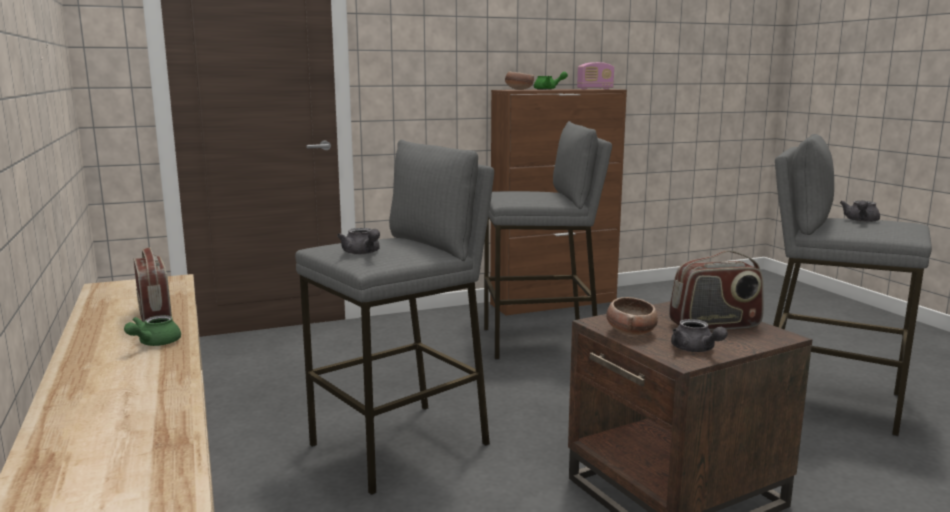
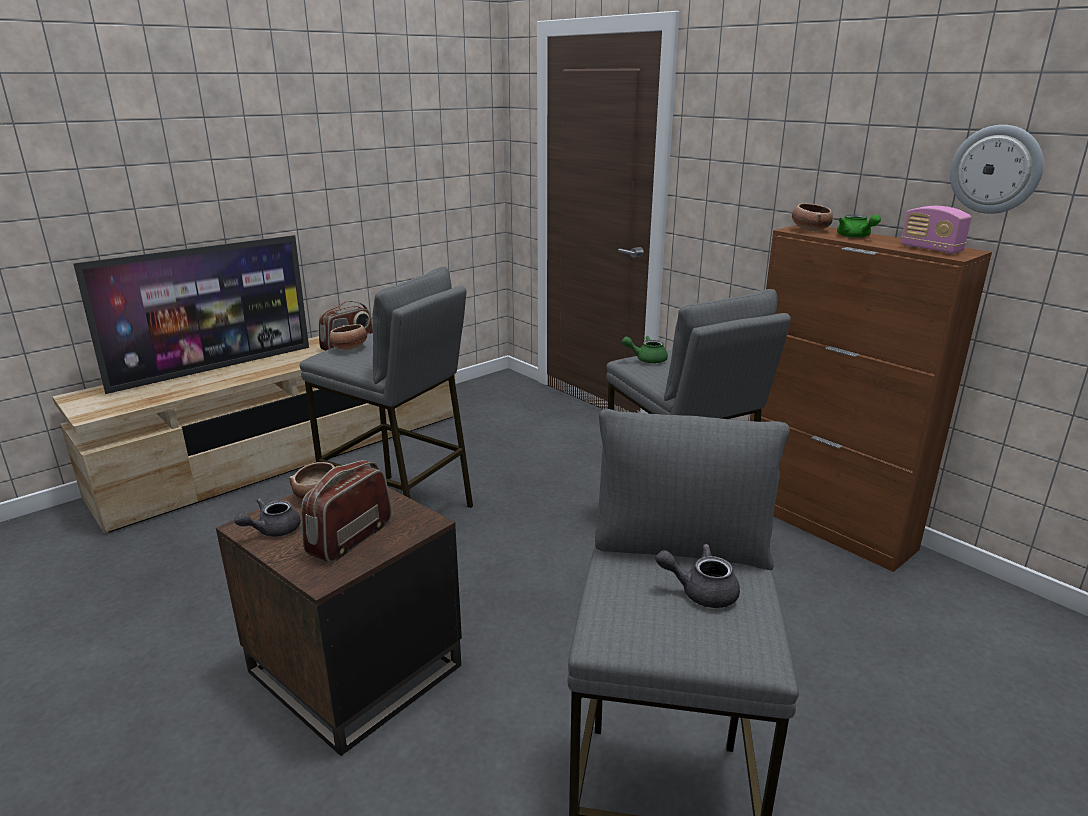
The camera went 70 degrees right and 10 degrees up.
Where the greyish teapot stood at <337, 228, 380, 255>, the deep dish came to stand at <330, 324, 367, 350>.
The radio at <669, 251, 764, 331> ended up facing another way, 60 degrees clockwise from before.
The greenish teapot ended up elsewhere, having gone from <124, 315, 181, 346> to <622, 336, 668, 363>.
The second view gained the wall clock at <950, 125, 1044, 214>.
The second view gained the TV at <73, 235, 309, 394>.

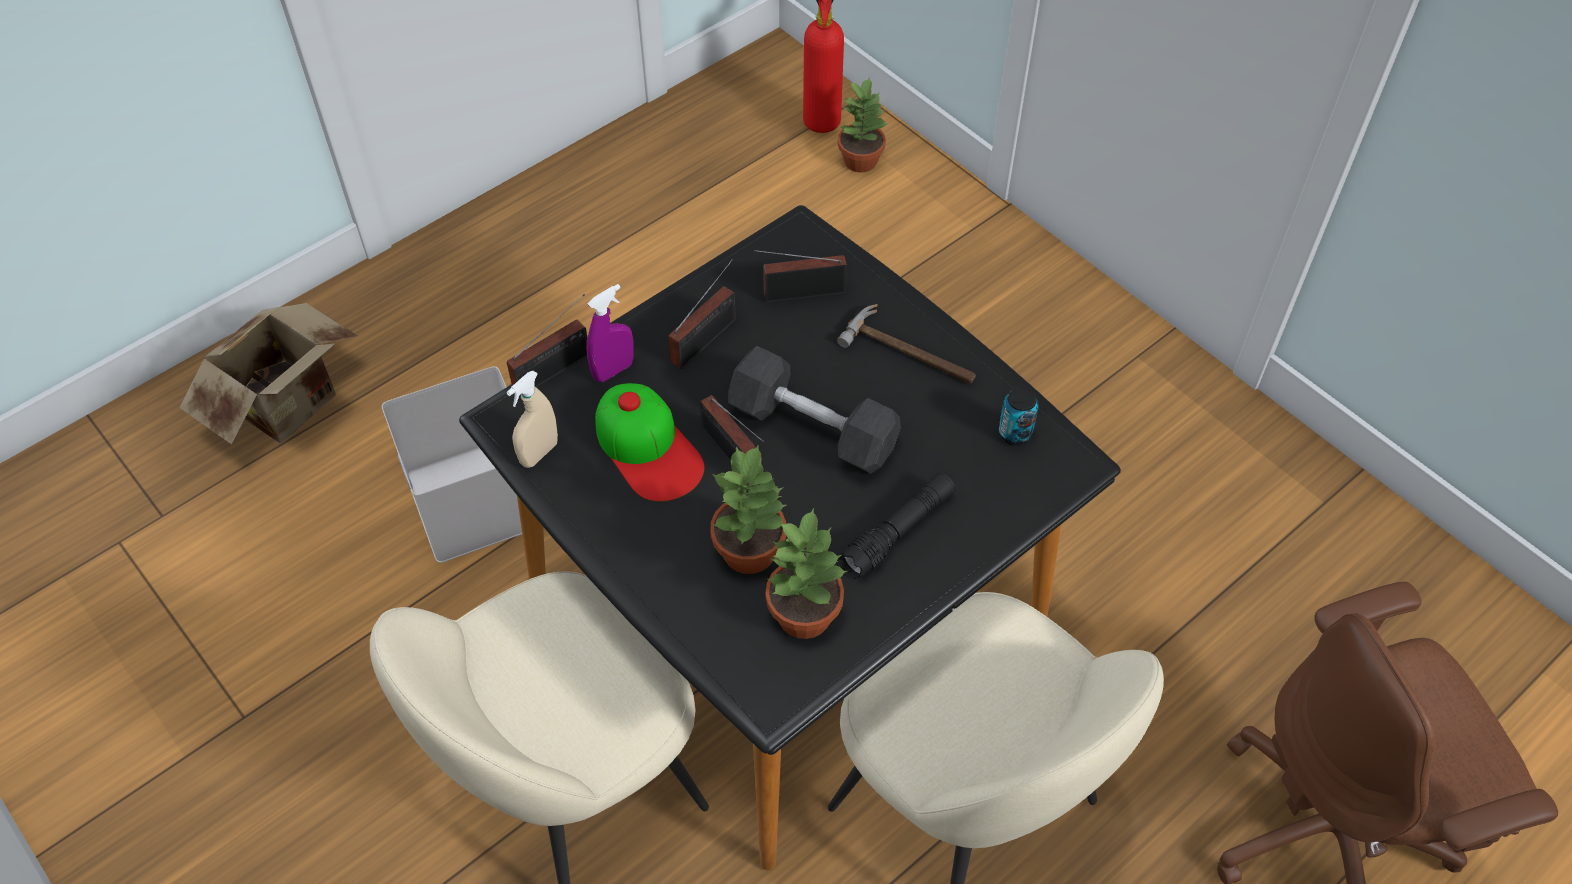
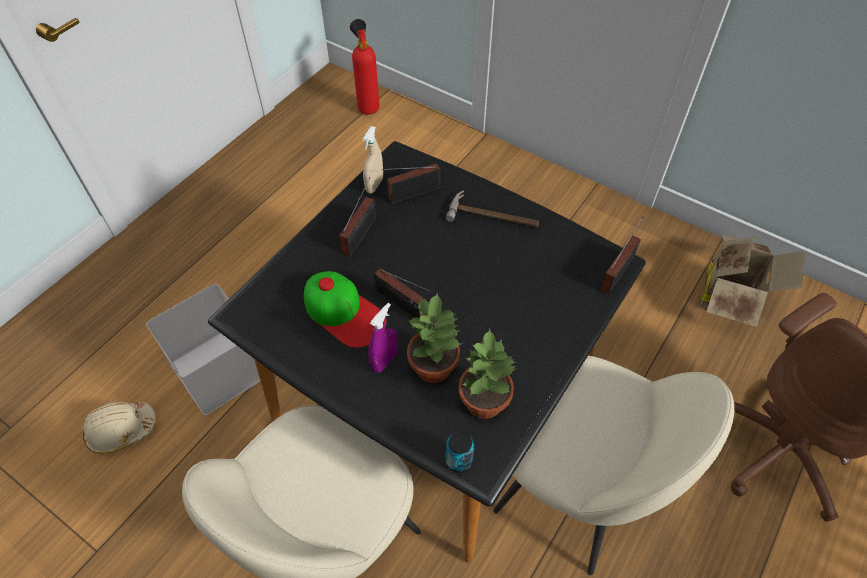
The camera went 15 degrees left and 0 degrees up.
The second view lost the plant in a pot at <838, 77, 889, 173>.
The purple-coloured sprayer ended up elsewhere, having gone from <586, 284, 634, 382> to <368, 303, 398, 373>.
The radio ended up elsewhere, having gone from <507, 294, 587, 396> to <600, 216, 644, 294>.
The cardboard box ended up elsewhere, having gone from <179, 303, 357, 444> to <700, 234, 806, 327>.
The second view lost the greyish free weight at <728, 346, 901, 474>.
The beige sprayer ended up elsewhere, having gone from <506, 371, 558, 468> to <363, 126, 383, 193>.
The sealed can ended up elsewhere, having gone from <998, 387, 1039, 446> to <446, 431, 474, 473>.
The second view lost the black hand torch at <839, 473, 955, 579>.
The second view gained the beige work helmet at <83, 402, 156, 454>.

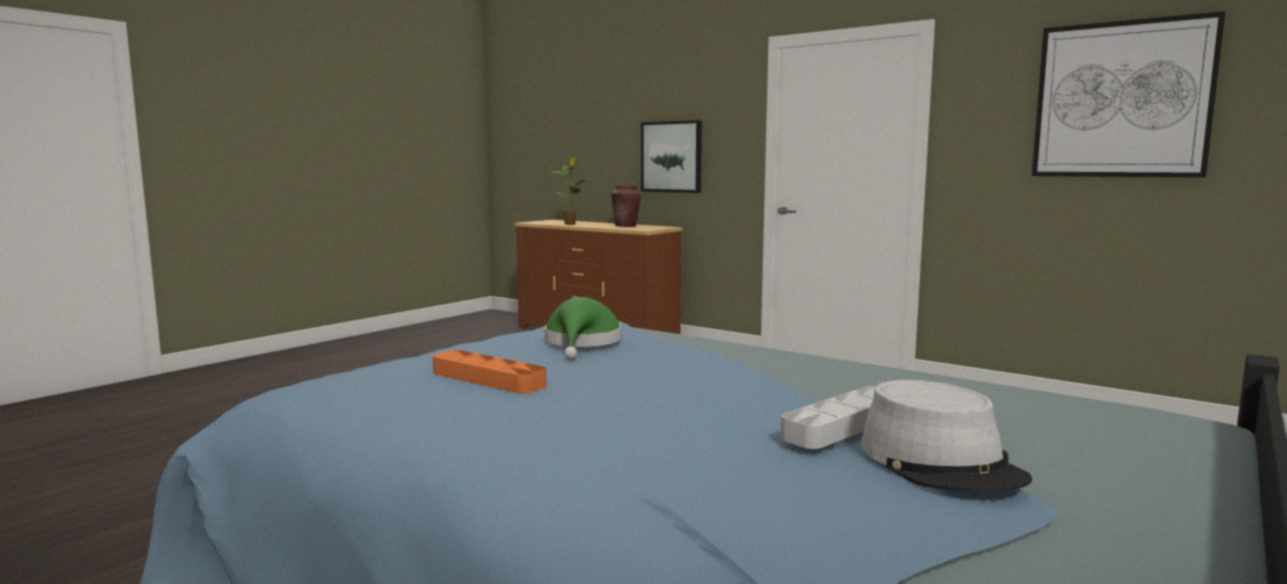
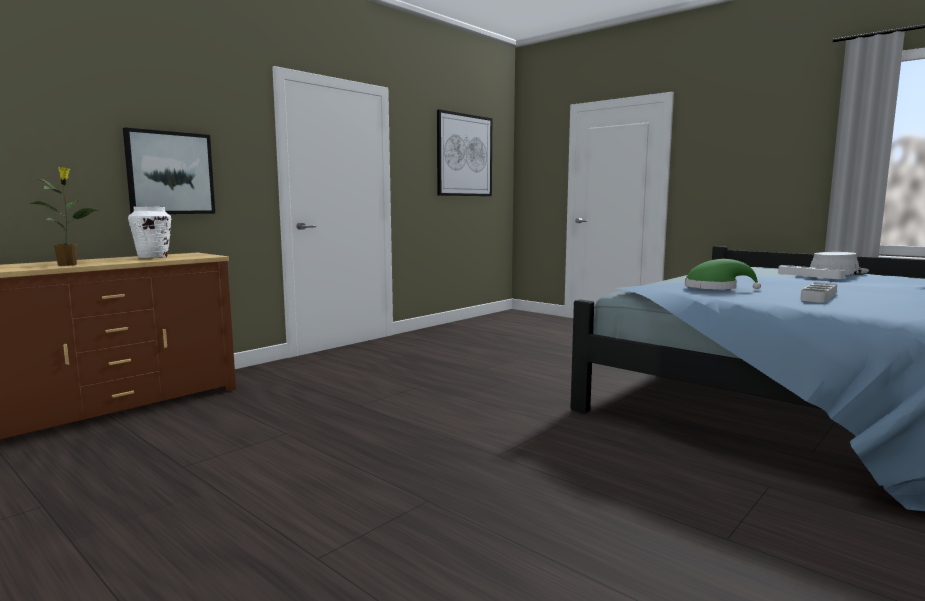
The camera went 85 degrees left and 0 degrees up.
What was the brownish flower vase at <611, 185, 641, 227> turned into the white flower vase at <128, 206, 171, 258>.
What was the orangey serving tray at <433, 350, 546, 394> turned into the greyish serving tray at <800, 282, 837, 303>.

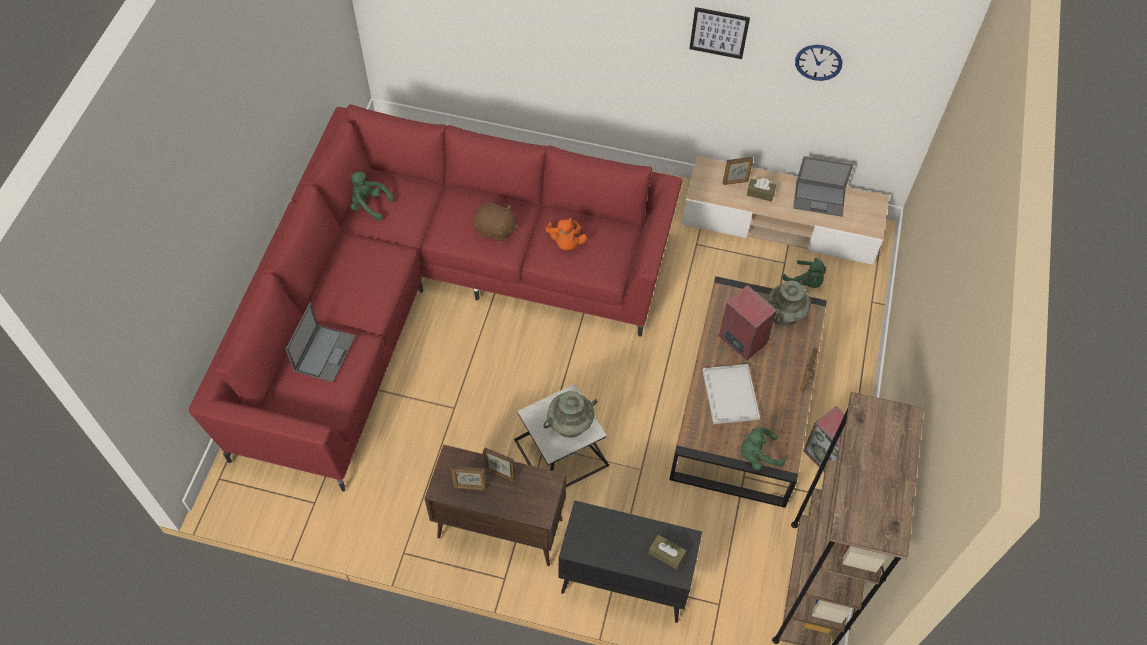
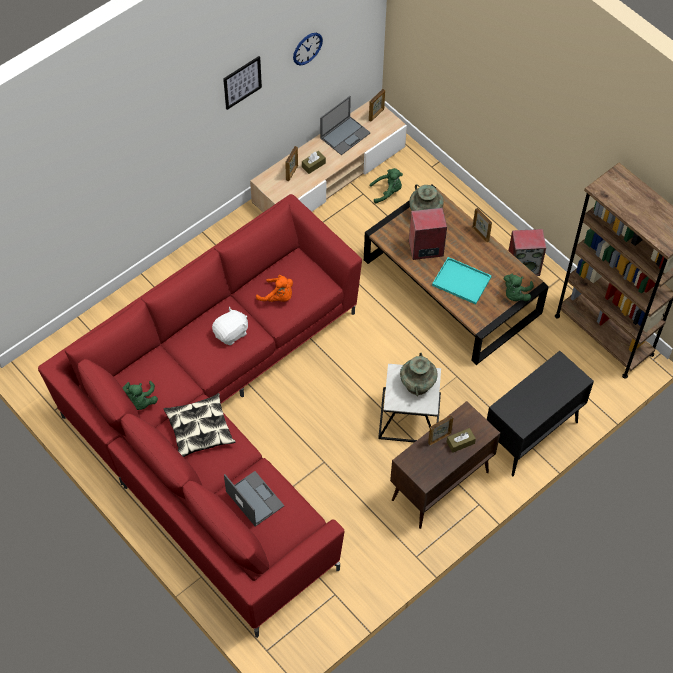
The camera went 55 degrees left and 0 degrees up.
The greenish plush toy at <350, 171, 394, 221> ended up facing another way, 60 degrees counterclockwise from before.
What was the brownish plush toy at <474, 202, 517, 242> turned into the white plush toy at <212, 307, 248, 345>.
What was the white serving tray at <702, 364, 760, 424> turned into the turquoise-coloured serving tray at <432, 257, 492, 304>.
The standing frame ended up elsewhere, having gone from <451, 466, 486, 491> to <369, 89, 385, 122>.
The brownish tissue holder ended up elsewhere, having gone from <649, 535, 687, 570> to <447, 428, 476, 453>.
The second view gained the throw pillow at <163, 393, 236, 457>.

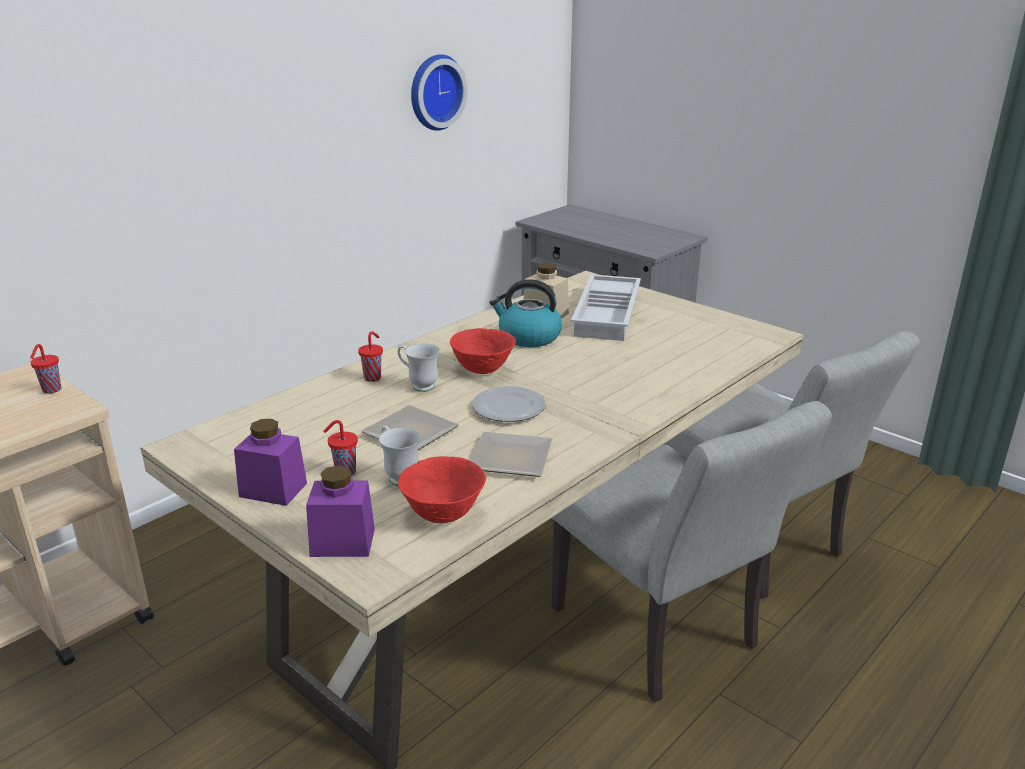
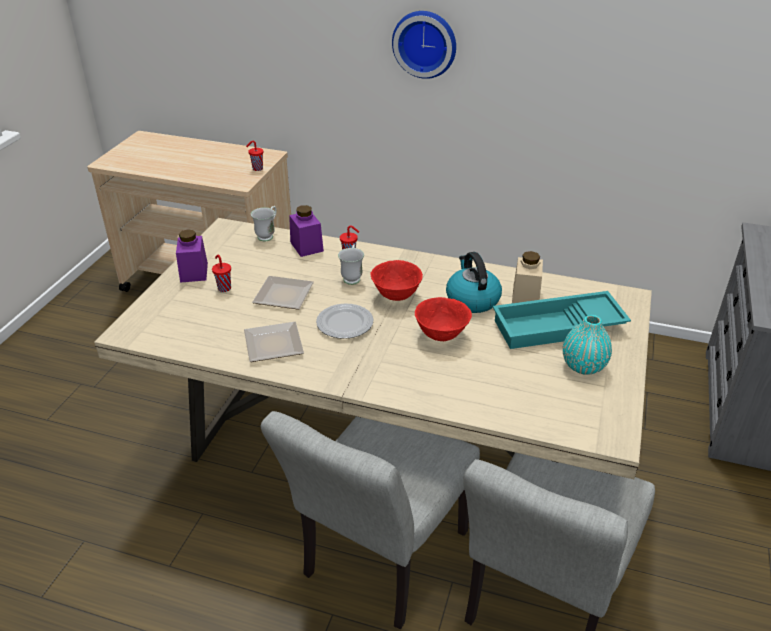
The camera went 65 degrees right and 10 degrees up.
The wall clock ended up elsewhere, having gone from <411, 54, 468, 131> to <392, 11, 456, 79>.
What was the white serving tray at <571, 274, 641, 341> turned into the turquoise-coloured serving tray at <493, 291, 631, 349>.
The white mug ended up elsewhere, having gone from <379, 425, 421, 486> to <251, 206, 277, 241>.
The red deep dish ended up elsewhere, having gone from <398, 456, 486, 523> to <415, 297, 472, 341>.
The purple-coloured jar ended up elsewhere, having gone from <306, 465, 375, 557> to <289, 205, 324, 257>.
The second view gained the turquoise-coloured flower vase at <563, 315, 612, 375>.

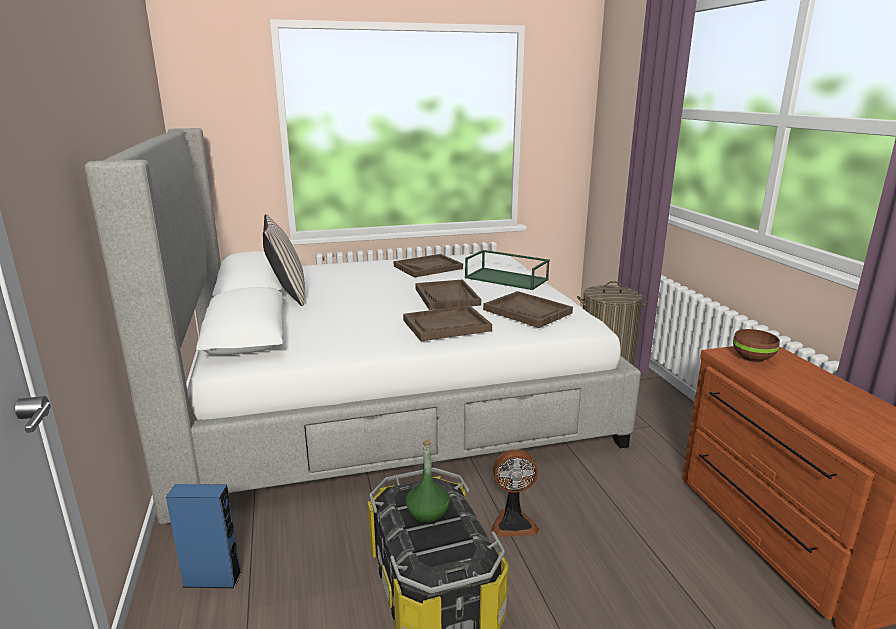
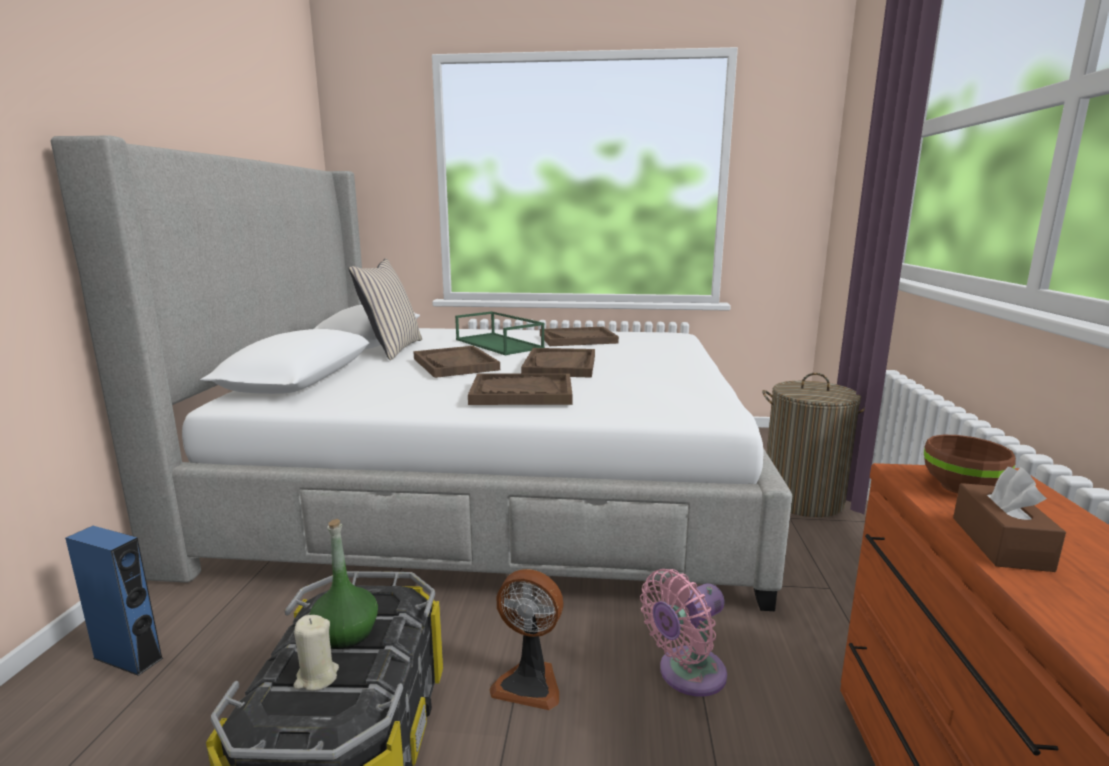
The camera went 20 degrees right and 5 degrees down.
The greenish serving tray ended up elsewhere, having gone from <465, 250, 550, 290> to <455, 311, 545, 355>.
The brownish serving tray ended up elsewhere, having gone from <483, 291, 573, 328> to <413, 346, 500, 378>.
The second view gained the brownish tissue holder at <953, 467, 1066, 572>.
The second view gained the pink-coloured fan at <640, 569, 727, 697>.
The second view gained the beige candle at <294, 615, 339, 691>.

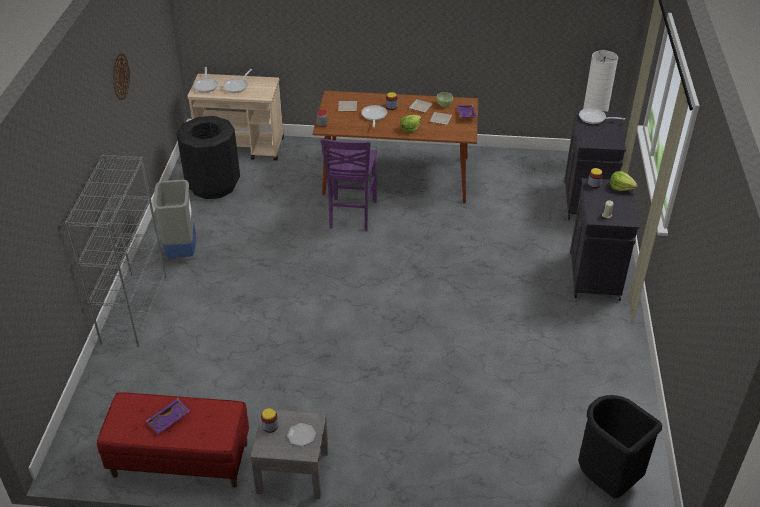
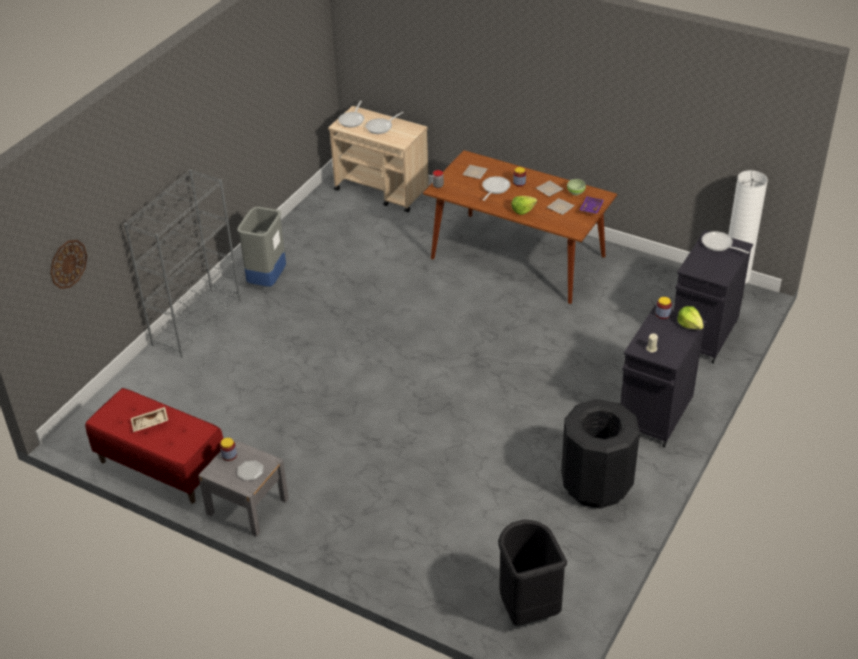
The camera went 25 degrees right and 0 degrees up.
The wall clock ended up elsewhere, having gone from <113, 54, 130, 100> to <50, 240, 87, 289>.
The black trash can ended up elsewhere, having gone from <177, 116, 240, 199> to <561, 399, 640, 509>.
The second view lost the purple-coloured chair at <320, 138, 377, 231>.
What was the purple-coloured serving tray at <146, 398, 190, 434> turned into the beige serving tray at <131, 407, 168, 432>.

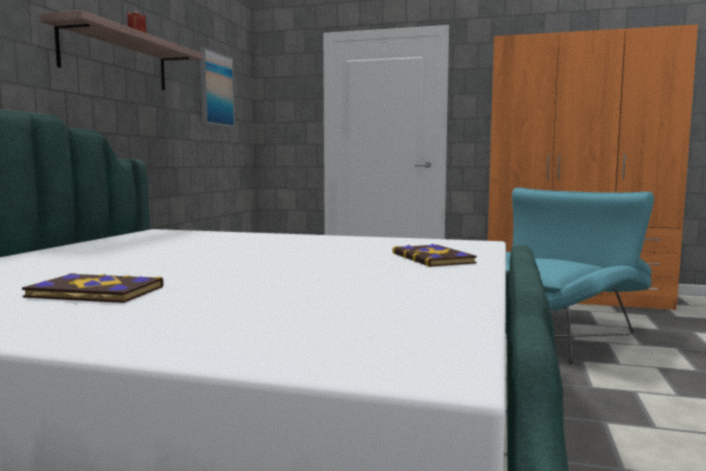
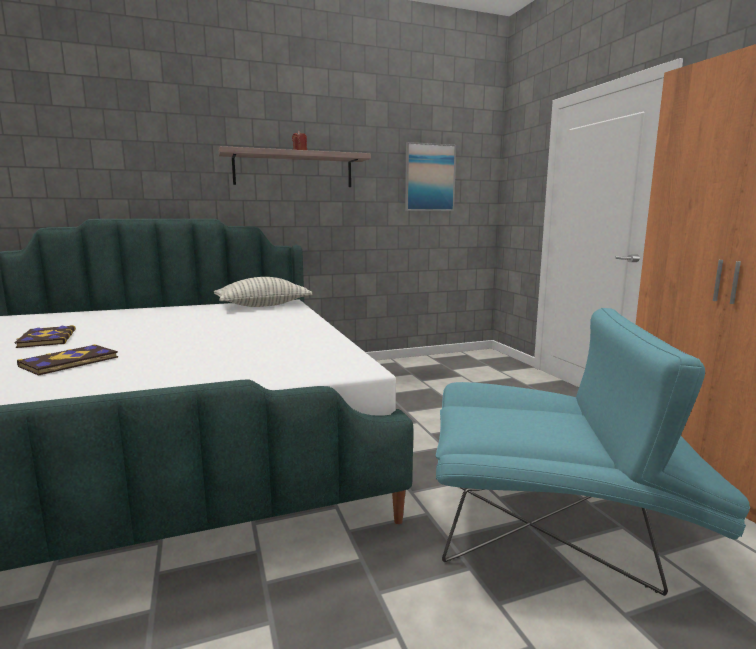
The camera went 55 degrees right and 5 degrees up.
The book ended up elsewhere, having gone from <392, 244, 477, 267> to <17, 344, 118, 376>.
The second view gained the throw pillow at <214, 277, 312, 307>.

